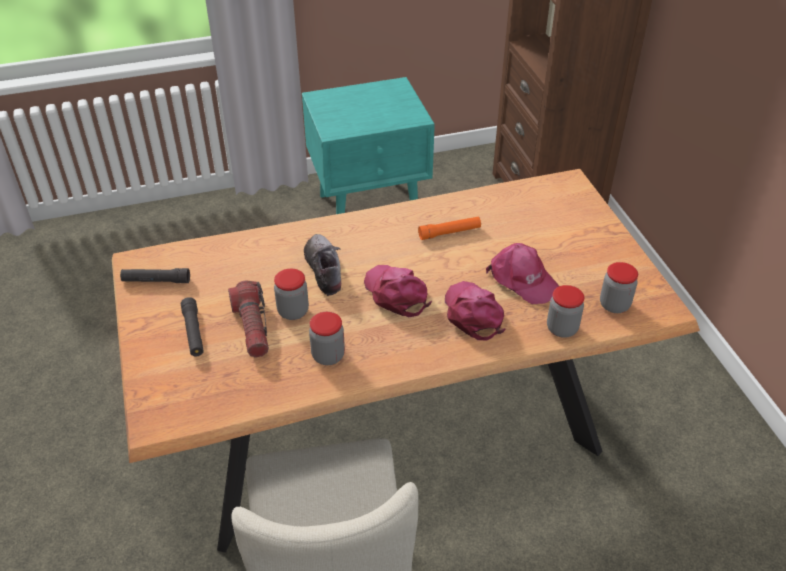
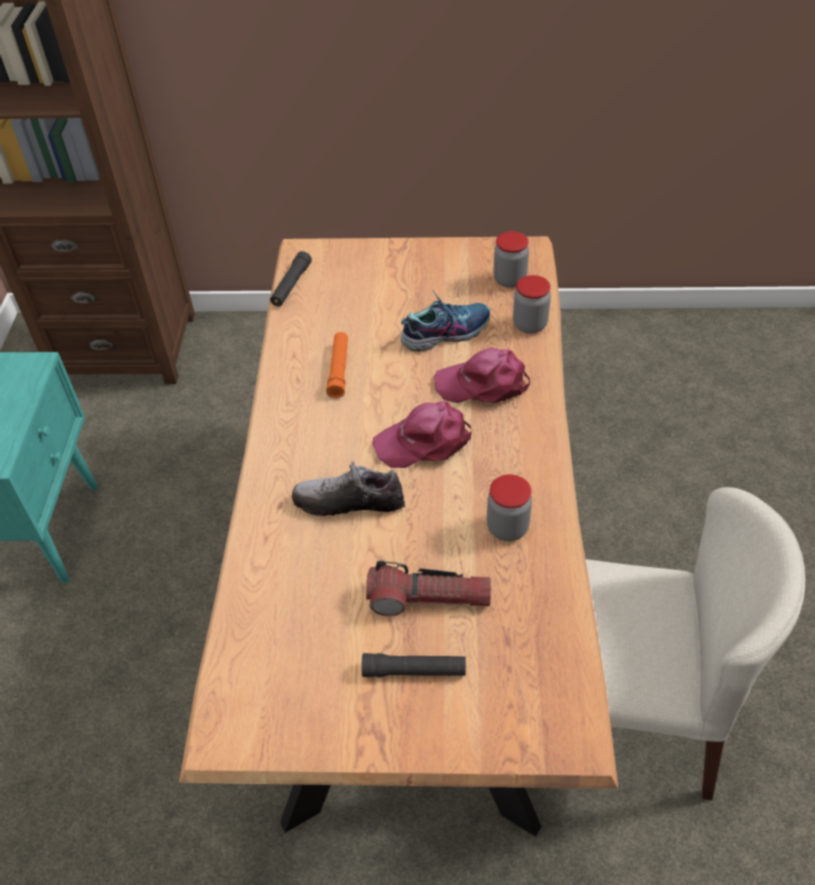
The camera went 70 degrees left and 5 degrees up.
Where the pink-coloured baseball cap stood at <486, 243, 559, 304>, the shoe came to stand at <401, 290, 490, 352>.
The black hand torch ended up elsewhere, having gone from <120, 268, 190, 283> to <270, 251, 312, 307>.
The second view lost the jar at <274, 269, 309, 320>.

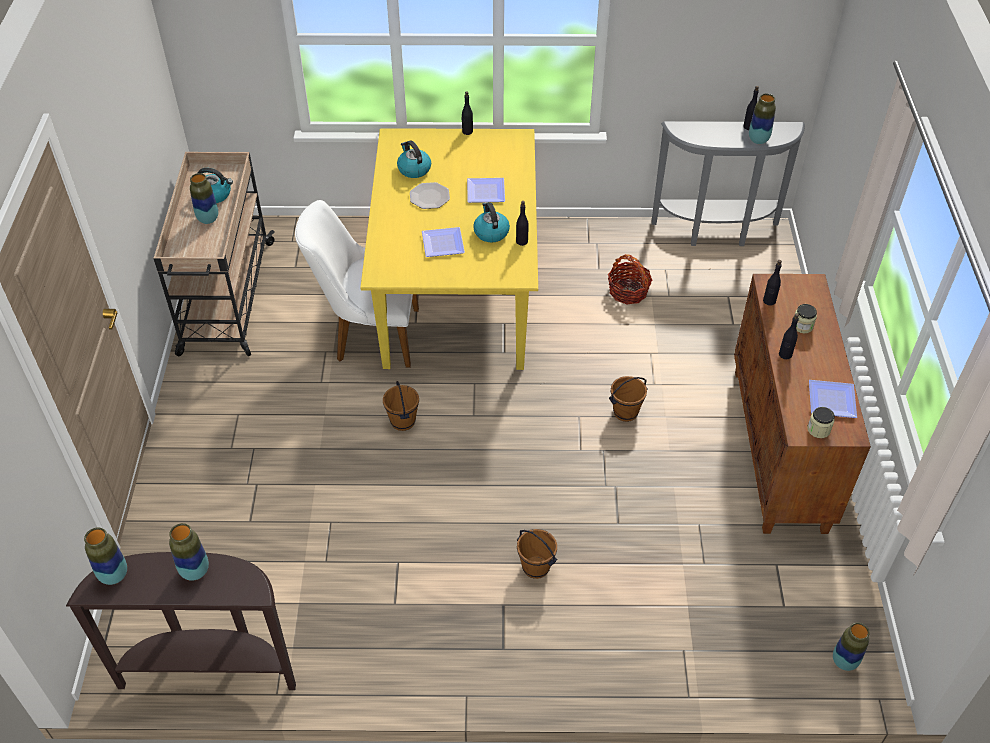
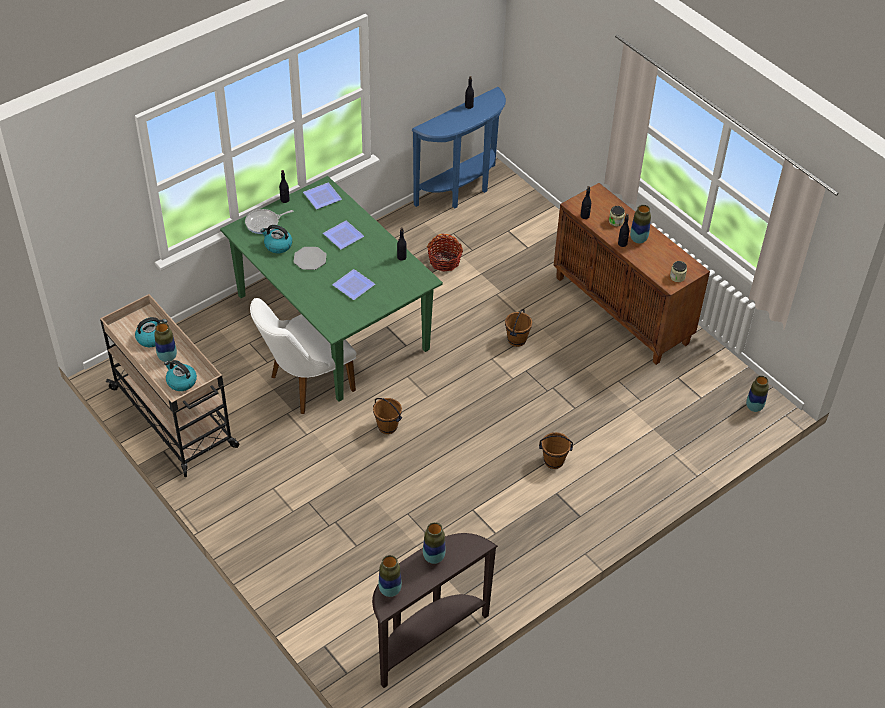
The camera went 40 degrees left and 0 degrees up.
The flower vase ended up elsewhere, having gone from <749, 94, 776, 144> to <630, 205, 651, 244>.
What was the greyish narrow table at <651, 121, 805, 246> turned into the blue-coloured narrow table at <411, 87, 506, 209>.
What was the yellow-coloured dining table at <360, 128, 538, 370> turned into the greenish dining table at <220, 176, 443, 402>.
The water kettle ended up elsewhere, having gone from <473, 202, 510, 242> to <164, 360, 197, 391>.
The dinner plate ended up elsewhere, having gone from <809, 380, 857, 418> to <303, 182, 342, 209>.
The second view gained the skillet at <245, 209, 294, 234>.

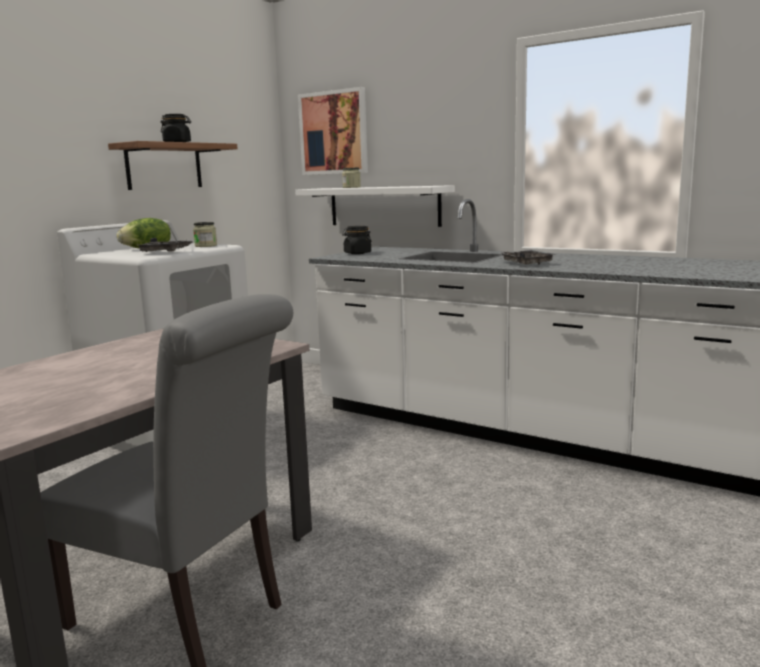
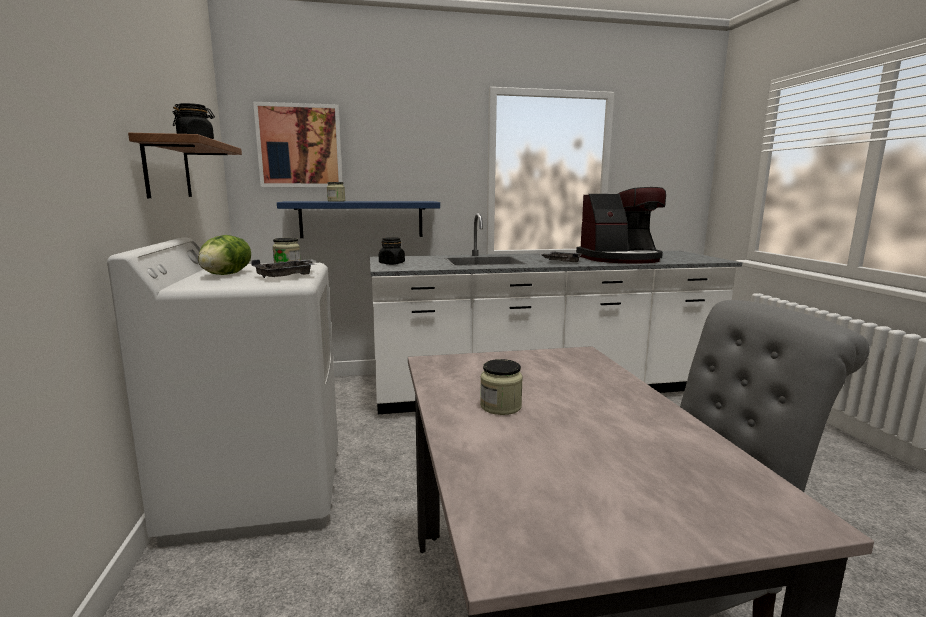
The camera went 45 degrees left and 0 degrees up.
What was the white shelf at <295, 185, 455, 227> turned into the blue-coloured shelf at <277, 201, 440, 238>.
The second view gained the coffee maker at <576, 187, 666, 264>.
The second view gained the jar at <480, 359, 523, 415>.

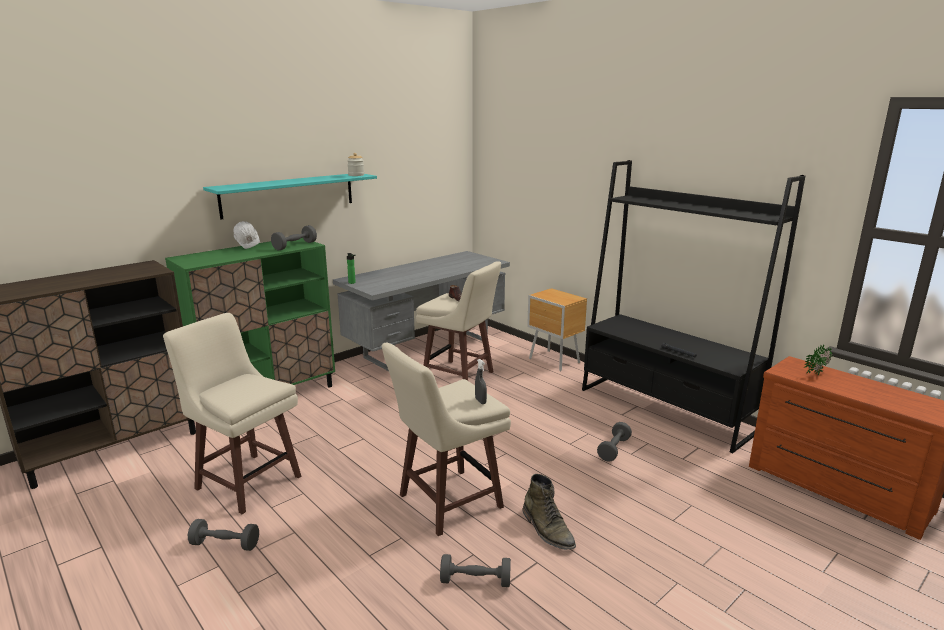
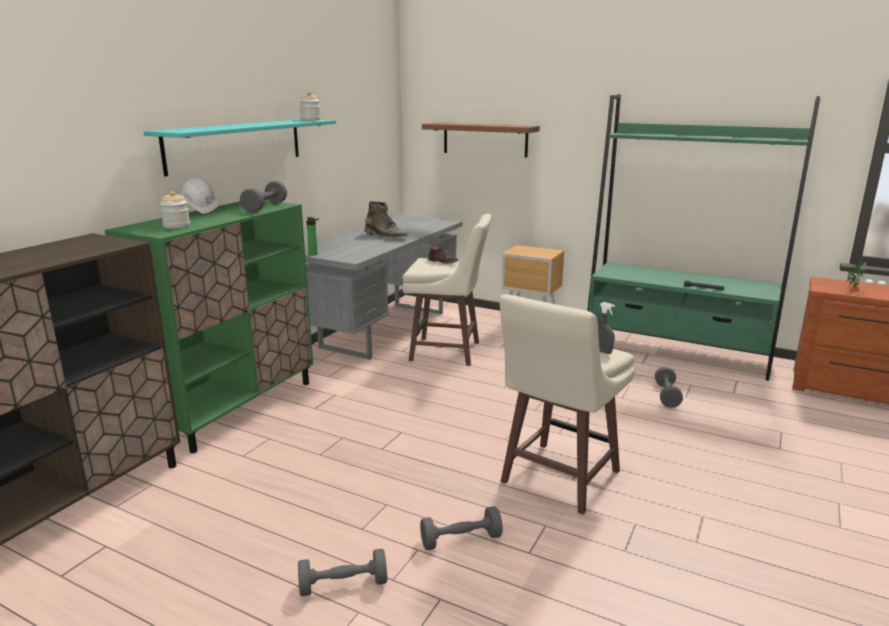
The camera went 20 degrees left and 0 degrees up.
What was the black bookcase at <582, 160, 805, 453> turned into the greenish bookcase at <587, 94, 820, 381>.
The second view lost the beige sitting stool at <163, 313, 301, 514>.
The greenish tall boot ended up elsewhere, having gone from <523, 474, 576, 550> to <365, 201, 408, 238>.
The greyish free weight ended up elsewhere, having gone from <440, 554, 511, 587> to <420, 506, 503, 550>.
The second view gained the brownish shelf at <422, 122, 540, 157>.
The second view gained the jar at <160, 191, 190, 229>.

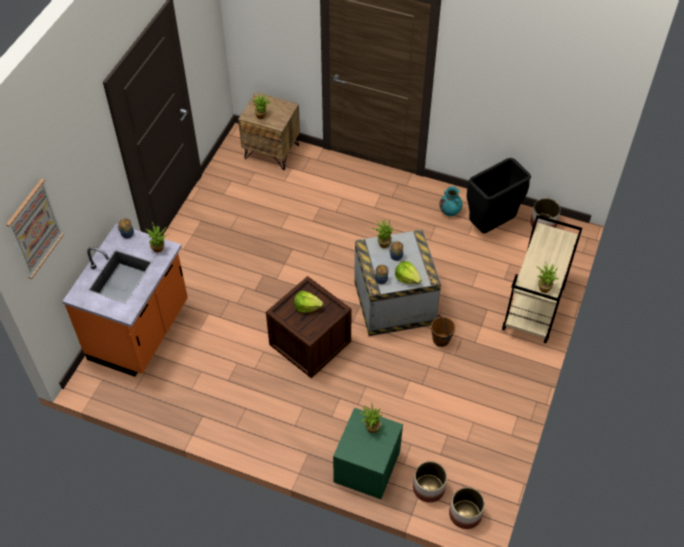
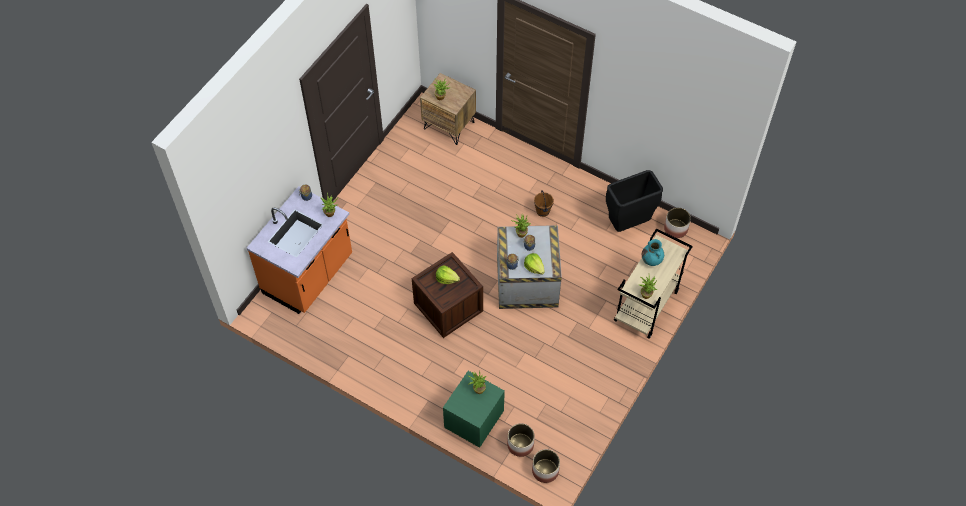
The camera went 10 degrees right and 5 degrees up.
The second view lost the picture at <6, 178, 64, 279>.
The turquoise-coloured flower vase ended up elsewhere, having gone from <439, 186, 462, 216> to <642, 239, 664, 266>.
The brownish bucket ended up elsewhere, having gone from <431, 315, 455, 347> to <534, 190, 554, 217>.

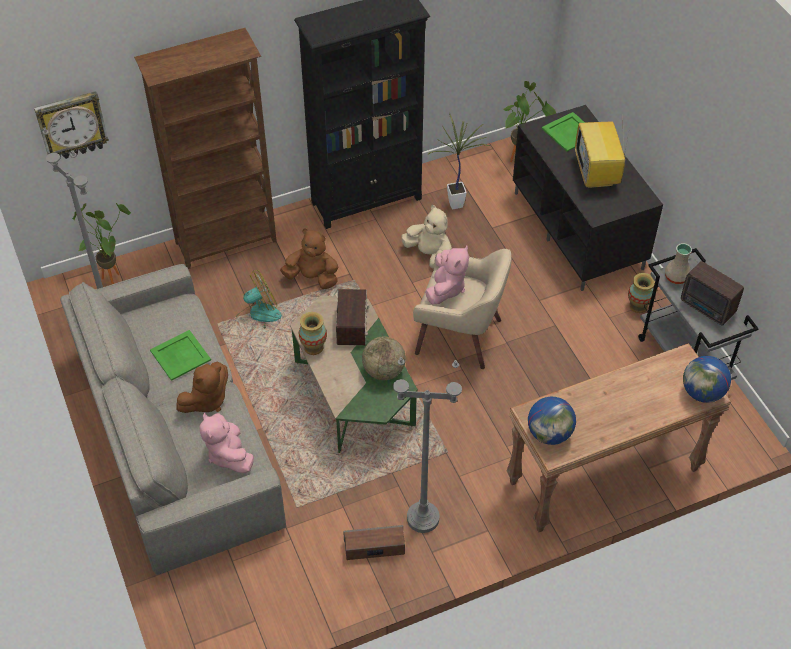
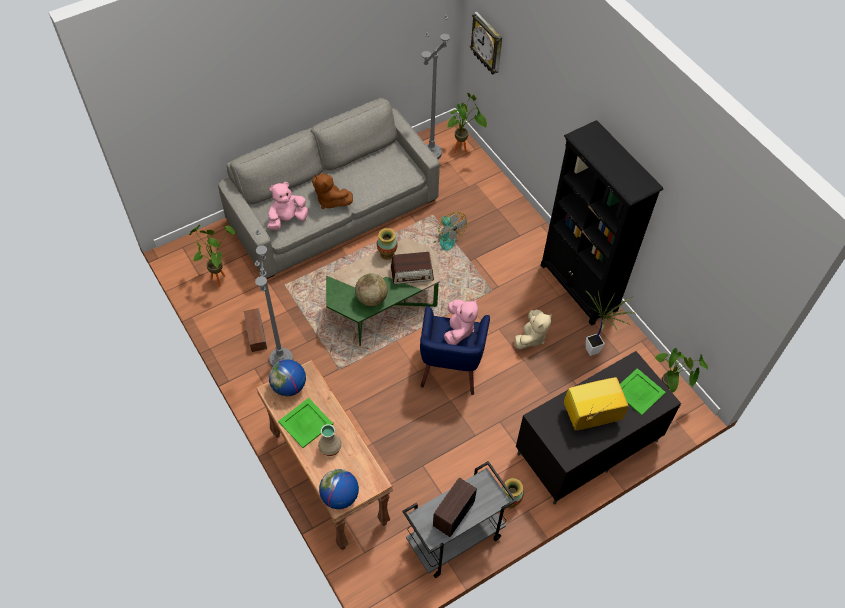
The camera went 80 degrees right and 5 degrees up.
The second view lost the brownish bookcase at <134, 28, 277, 269>.
The second view lost the brownish plush toy at <280, 228, 339, 289>.
The beige flower vase ended up elsewhere, having gone from <665, 243, 692, 284> to <318, 424, 342, 456>.
The pink-coloured plush toy at <425, 246, 469, 304> ended up facing another way, 90 degrees counterclockwise from before.
What was the beige easy chair at <413, 249, 512, 369> turned into the blue-coloured easy chair at <420, 306, 490, 395>.
The greenish serving tray ended up elsewhere, having gone from <150, 330, 211, 381> to <278, 398, 333, 448>.
The second view gained the plant in a pot at <189, 224, 235, 287>.

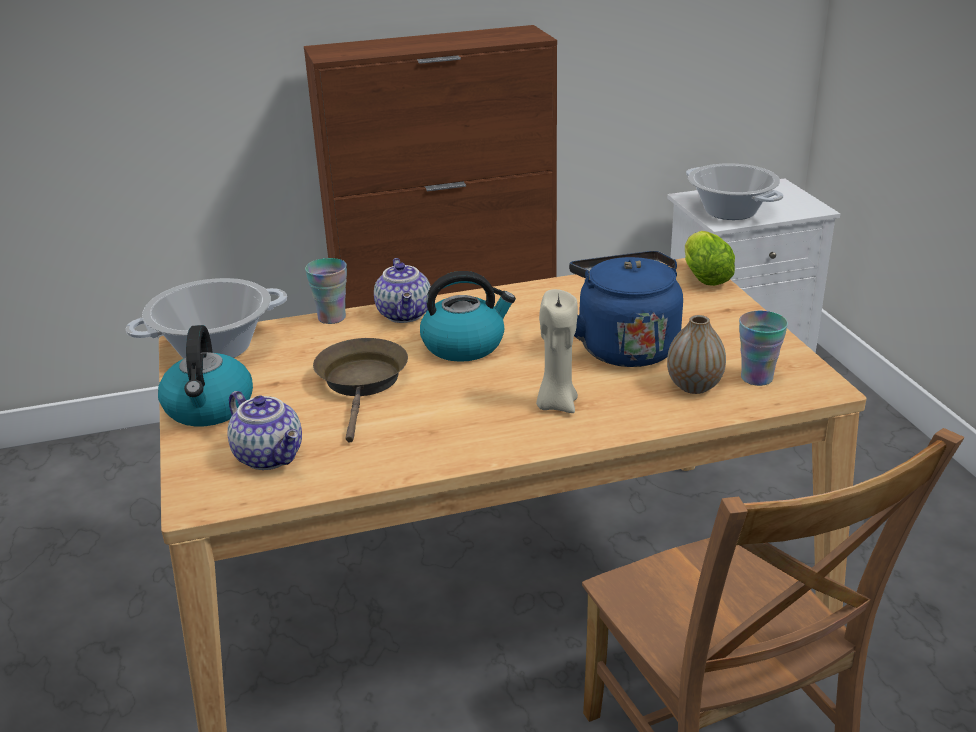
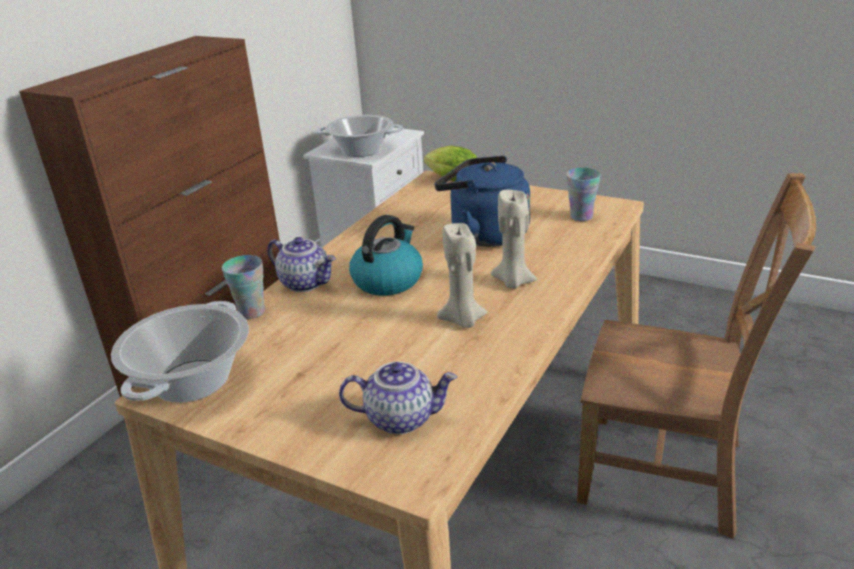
The camera went 45 degrees left and 0 degrees up.
The second view lost the flower vase at <667, 315, 726, 394>.
The second view lost the water kettle at <158, 325, 253, 427>.
The second view lost the brownish skillet at <313, 338, 408, 443>.
The second view gained the beige candle at <437, 223, 487, 328>.

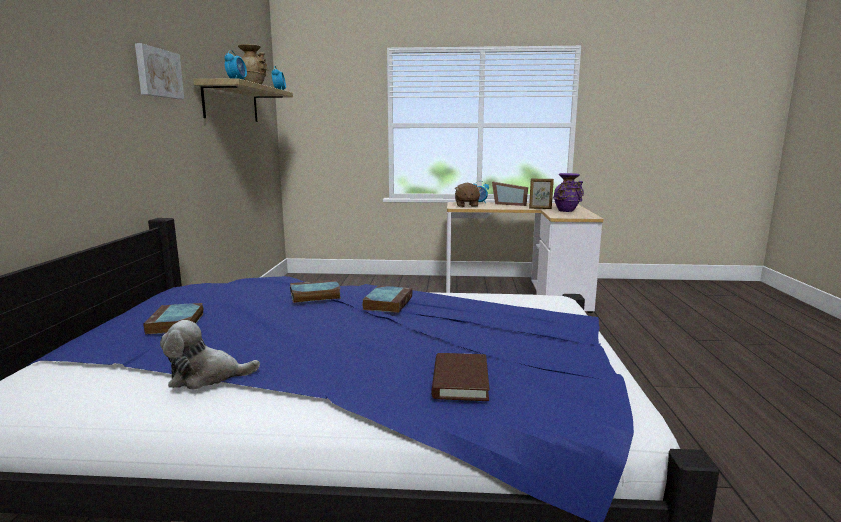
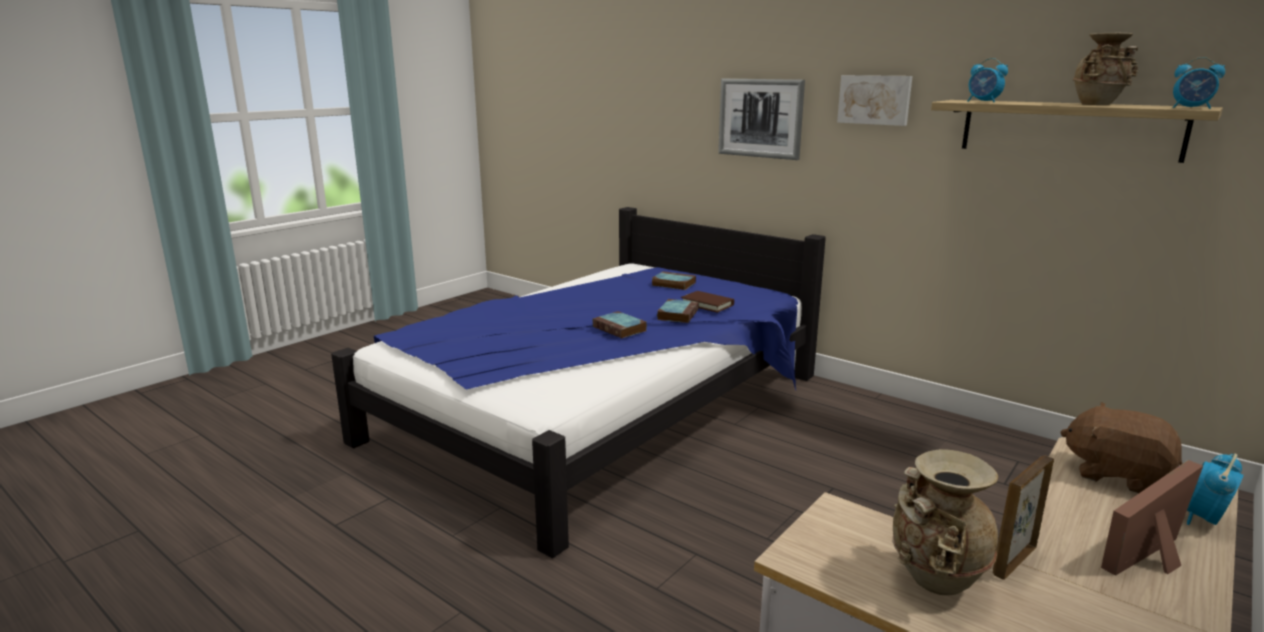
The camera went 125 degrees right and 5 degrees up.
What was the purple-coloured flower vase at <553, 173, 584, 212> turned into the beige flower vase at <892, 449, 998, 595>.
The second view lost the plush toy at <160, 320, 260, 390>.
The brownish book ended up elsewhere, having gone from <431, 353, 490, 401> to <681, 291, 734, 313>.
The second view gained the picture at <718, 79, 805, 160>.

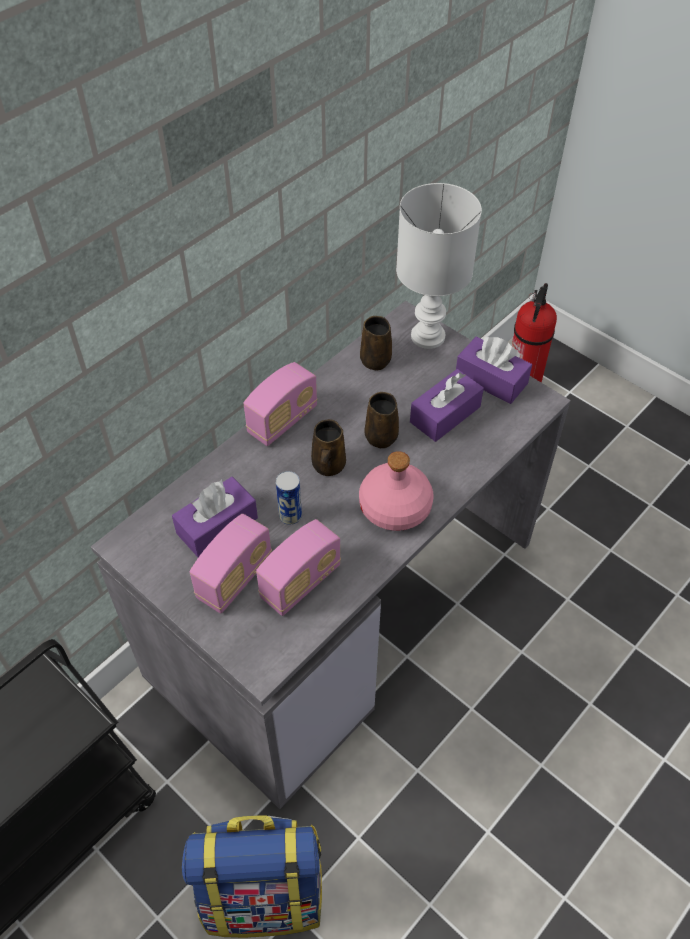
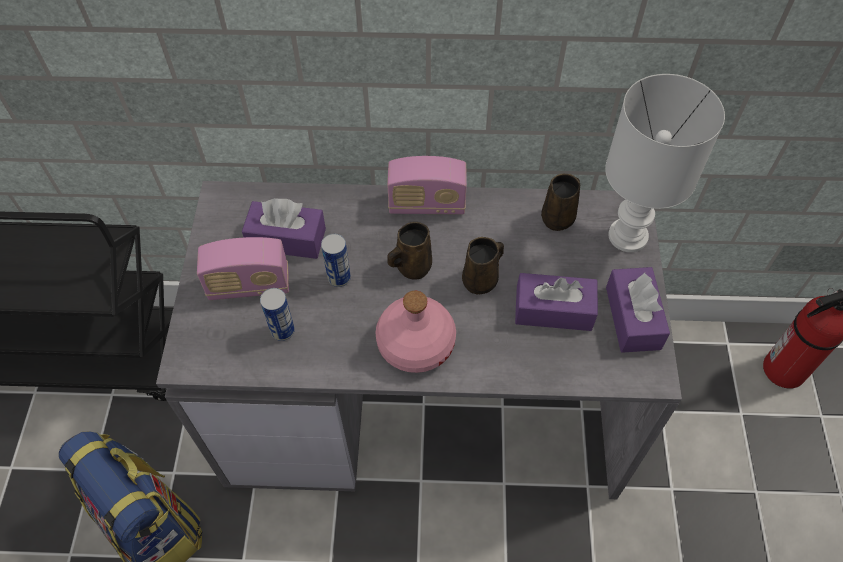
The camera went 50 degrees right and 5 degrees up.
Where the radio stood at <256, 519, 341, 616>, the sealed can came to stand at <260, 288, 295, 341>.

